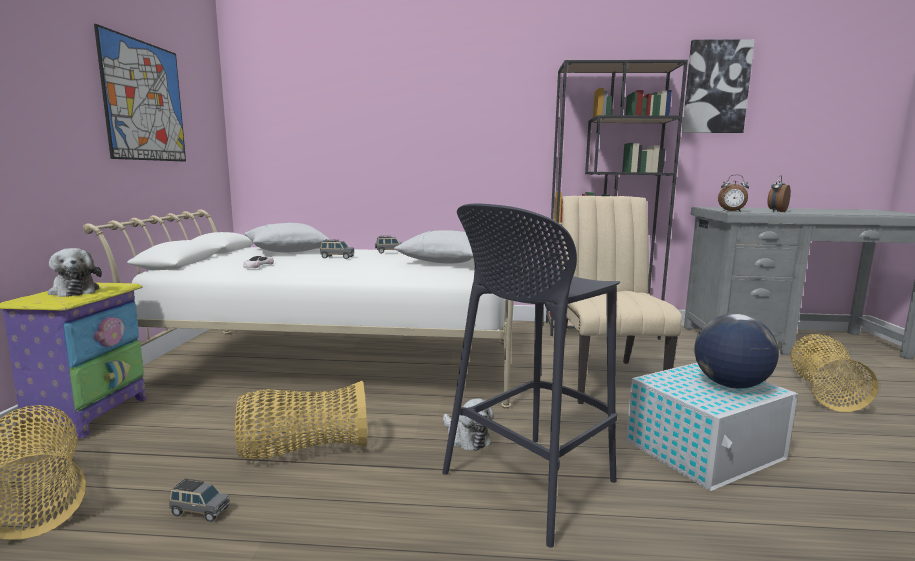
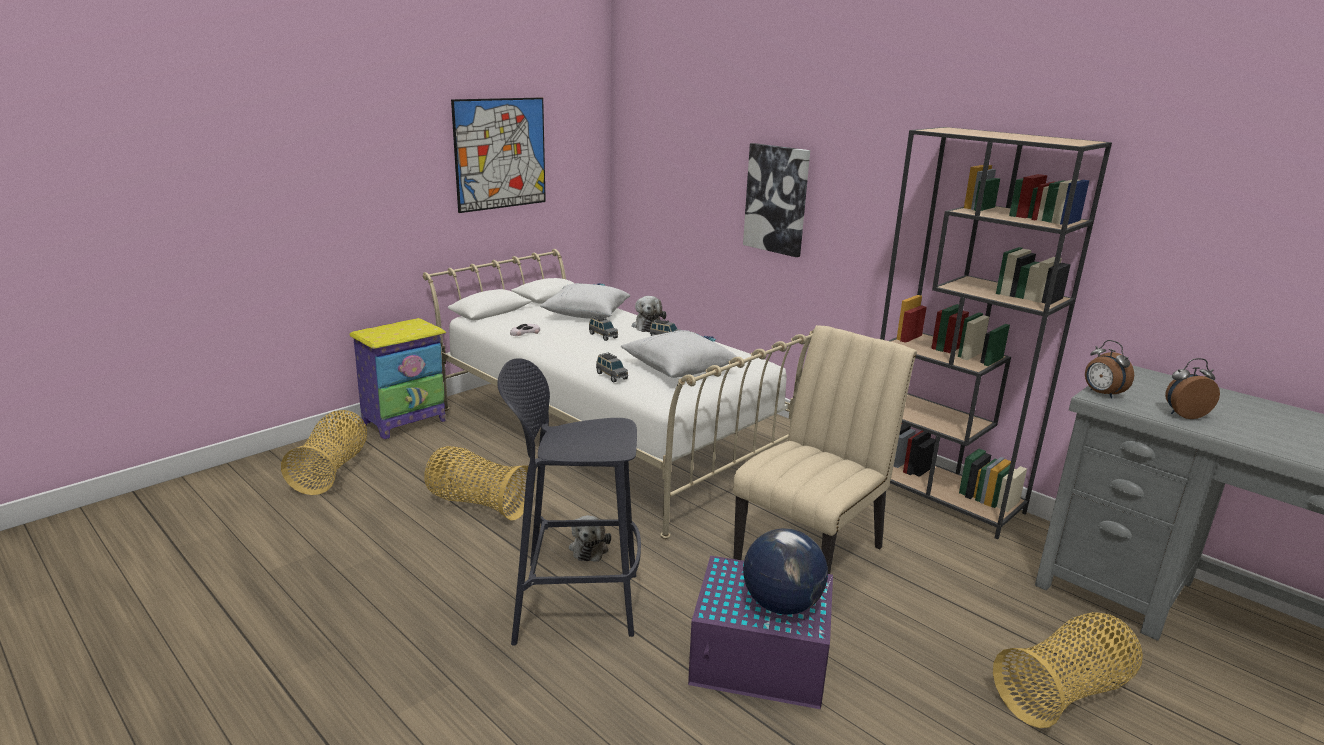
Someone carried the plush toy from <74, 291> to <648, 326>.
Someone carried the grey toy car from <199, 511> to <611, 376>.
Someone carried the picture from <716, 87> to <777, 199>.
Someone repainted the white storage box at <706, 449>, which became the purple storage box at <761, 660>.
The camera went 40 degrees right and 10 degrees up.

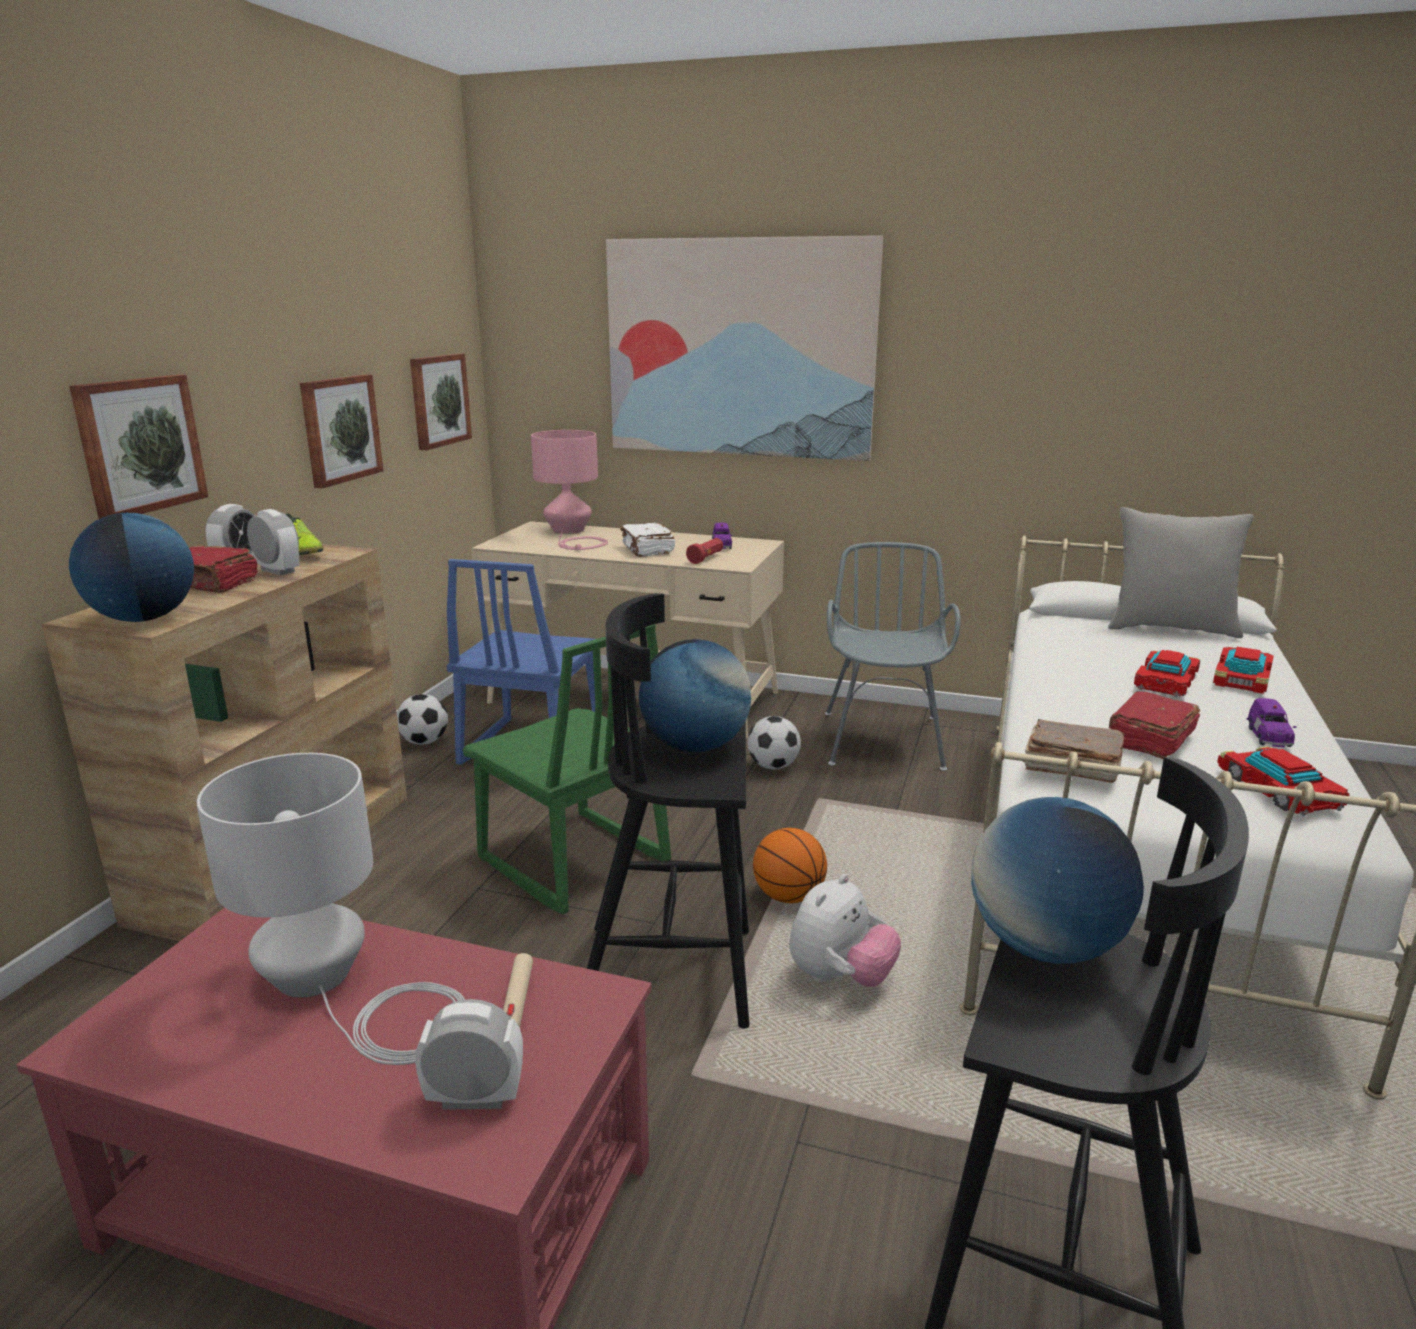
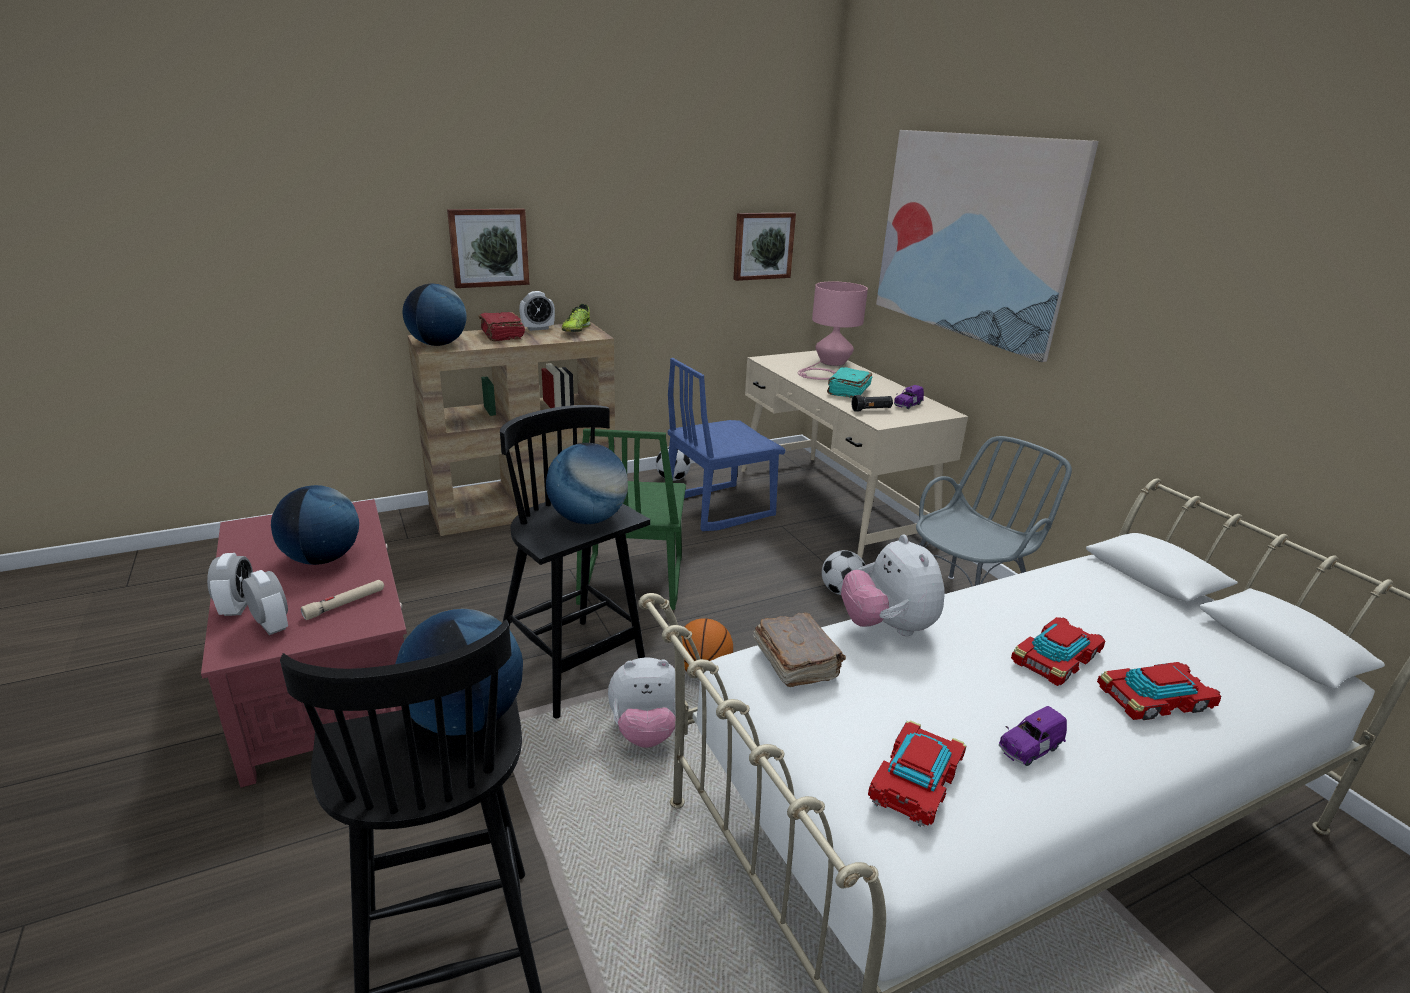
Someone took away the picture at <339, 429>.
Someone took away the grey pillow at <1170, 628>.
Someone took away the red book at <1149, 739>.
Someone put down the plush toy at <887, 627>.
Someone carried the alarm clock from <278, 571> to <238, 606>.
Someone swapped the grey table lamp at <349, 993> for the globe at <322, 559>.
Someone repainted the white book at <647, 550>, which became the turquoise book at <848, 391>.
Someone repainted the red flashlight at <706, 558>, which became the black flashlight at <871, 410>.
Someone rotated the toy car at <1164, 681> by 150 degrees clockwise.
The camera went 45 degrees right and 5 degrees up.

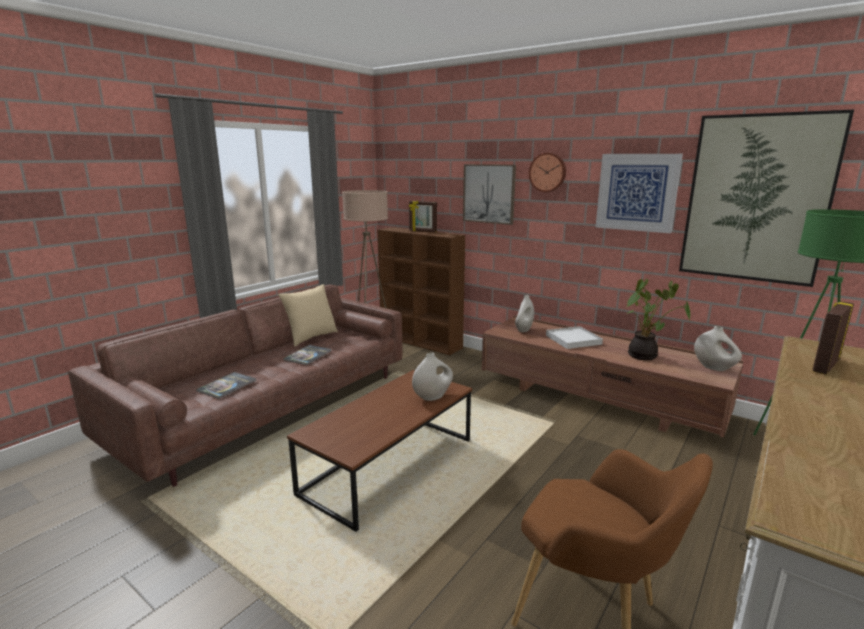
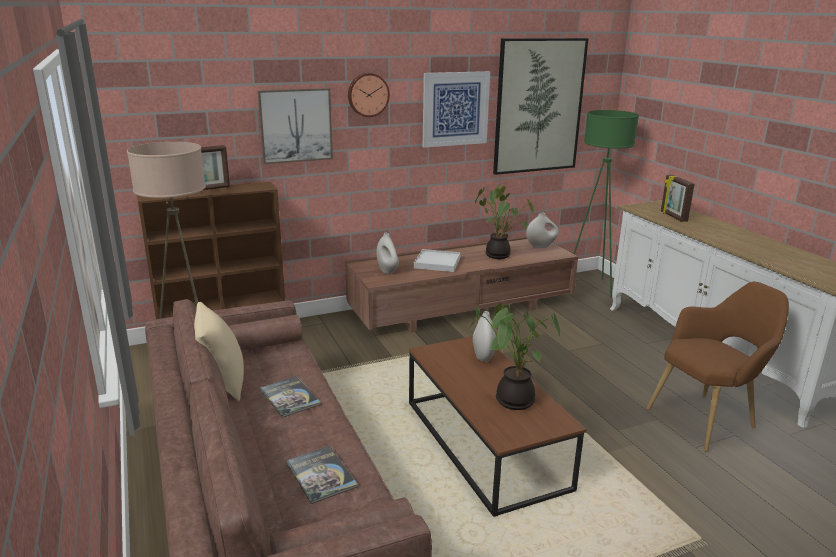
Someone put down the potted plant at <512, 399>.
The camera went 60 degrees left and 5 degrees up.

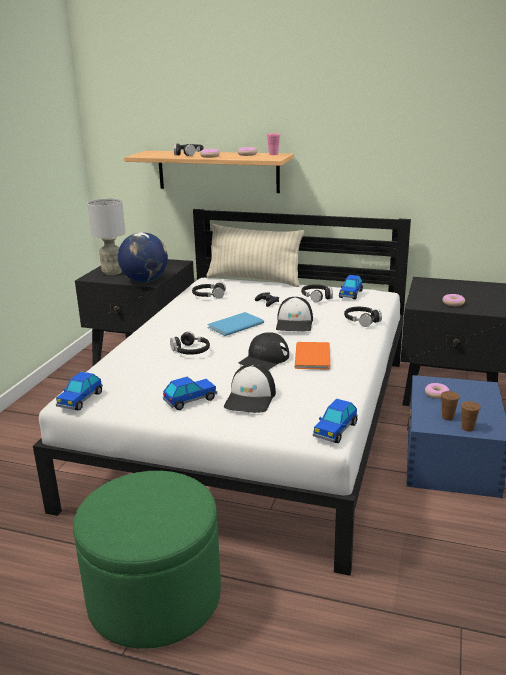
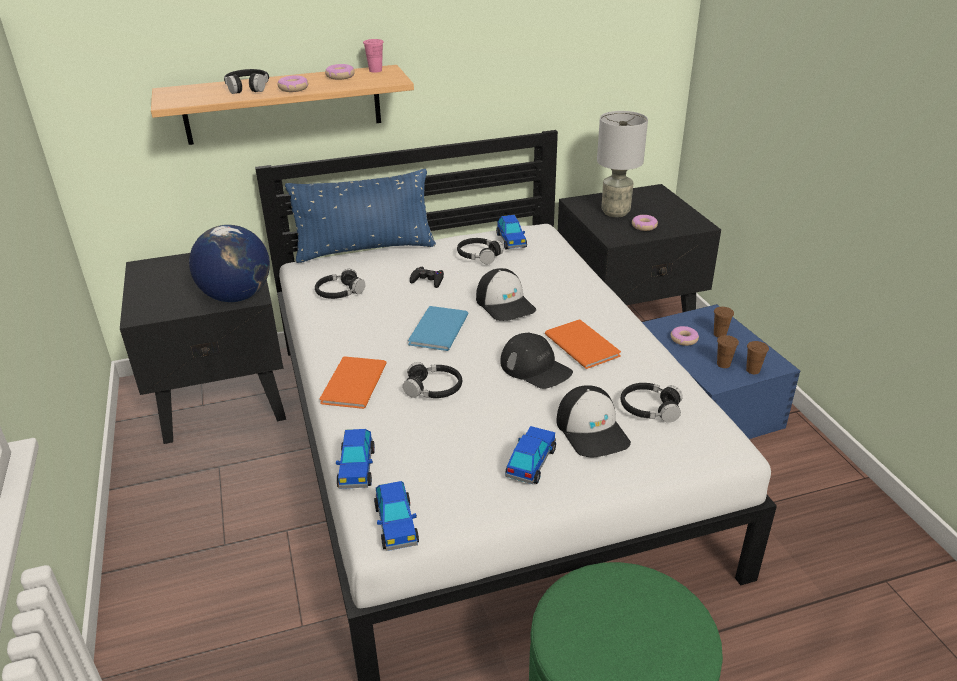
Someone put down the orange book at <351, 384>.
Someone put down the brown cup at <719, 334>.
Someone carried the grey table lamp from <112, 272> to <614, 212>.
Someone carried the toy car from <335, 430> to <356, 468>.
Someone carried the black headphones from <361, 320> to <649, 409>.
Someone repainted the beige pillow at <254, 280>, which became the blue pillow at <365, 250>.
Someone rotated the black cap at <264, 359> by 45 degrees counterclockwise.
The camera went 35 degrees left and 10 degrees up.

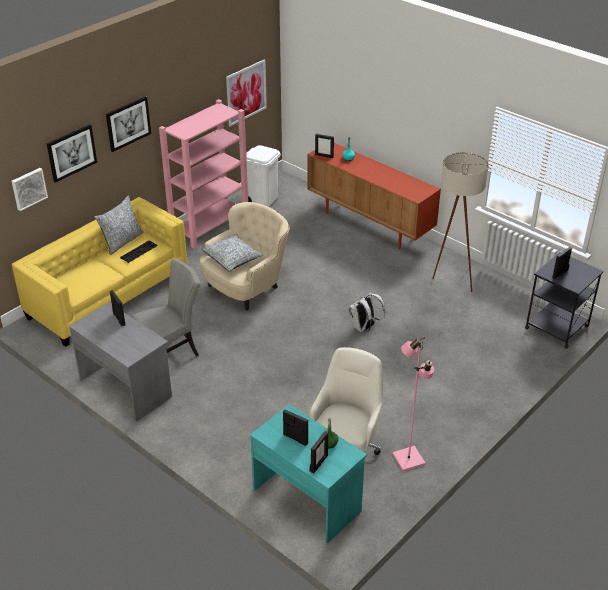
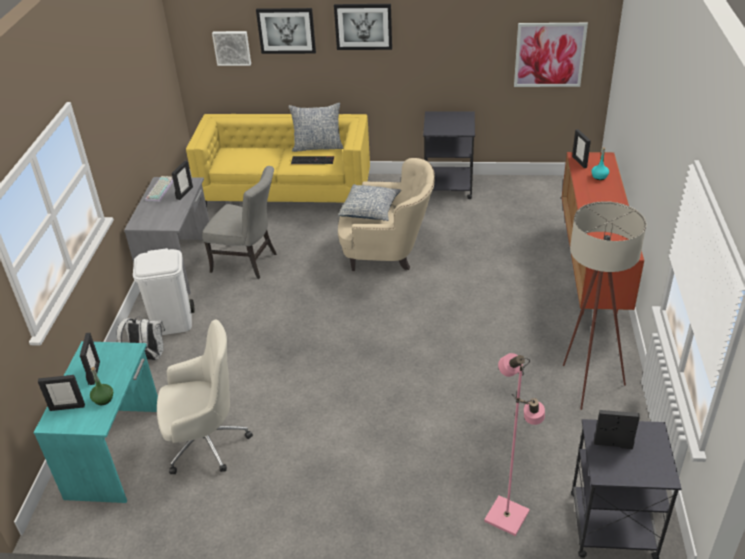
Someone put down the keyboard at <160, 189>.
Someone carried the white trash can from <263, 199> to <173, 323>.
Someone carried the white backpack from <364, 328> to <147, 357>.
Someone carried the pink floor lamp from <408, 459> to <506, 516>.
Someone swapped the pink bookcase at <210, 225> for the black cart at <449, 186>.
The camera went 55 degrees right and 0 degrees up.

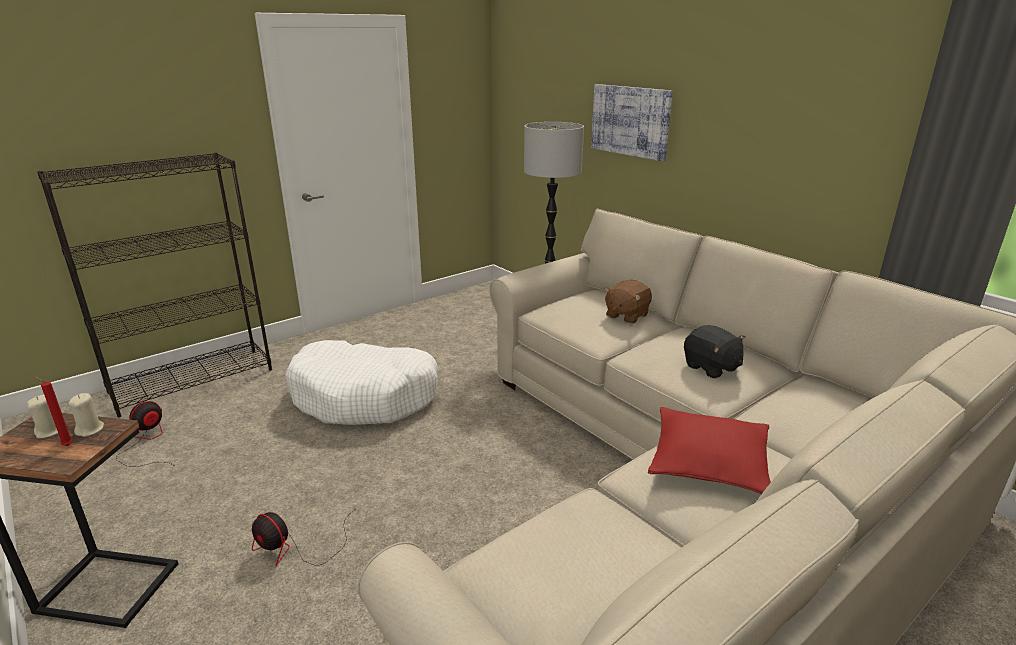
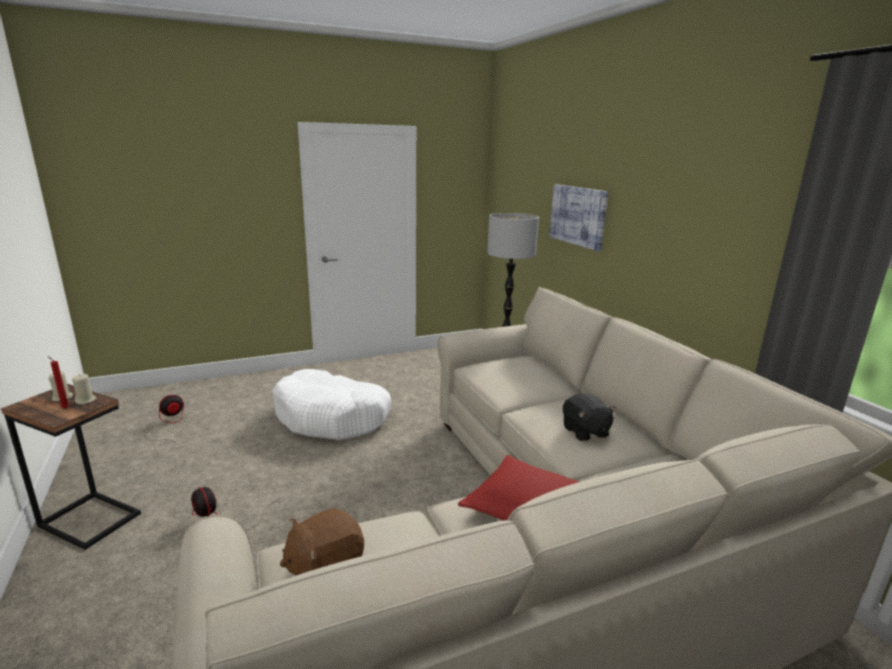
Someone took away the black bookcase at <193, 380>.
Someone carried the brown plush toy from <626, 315> to <325, 566>.
The camera went 15 degrees right and 5 degrees down.

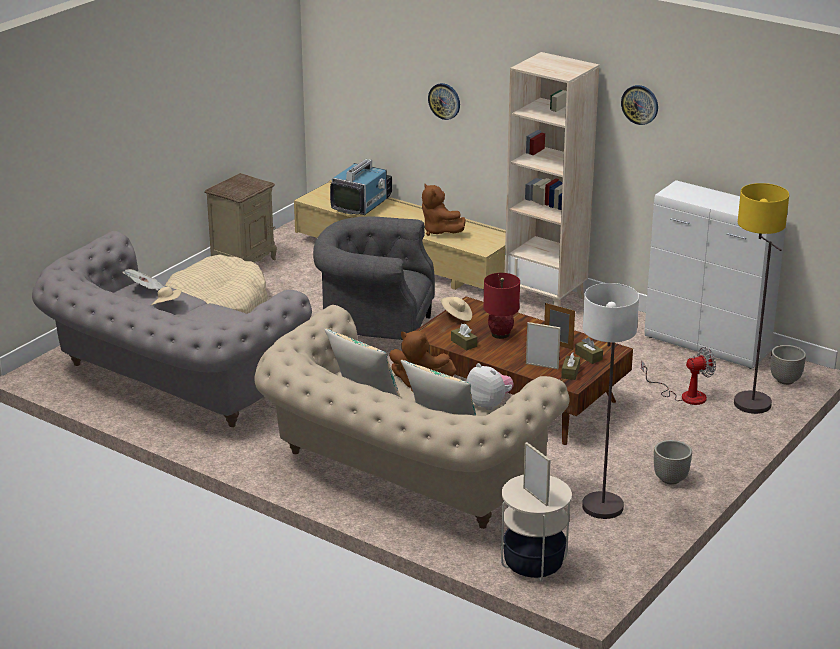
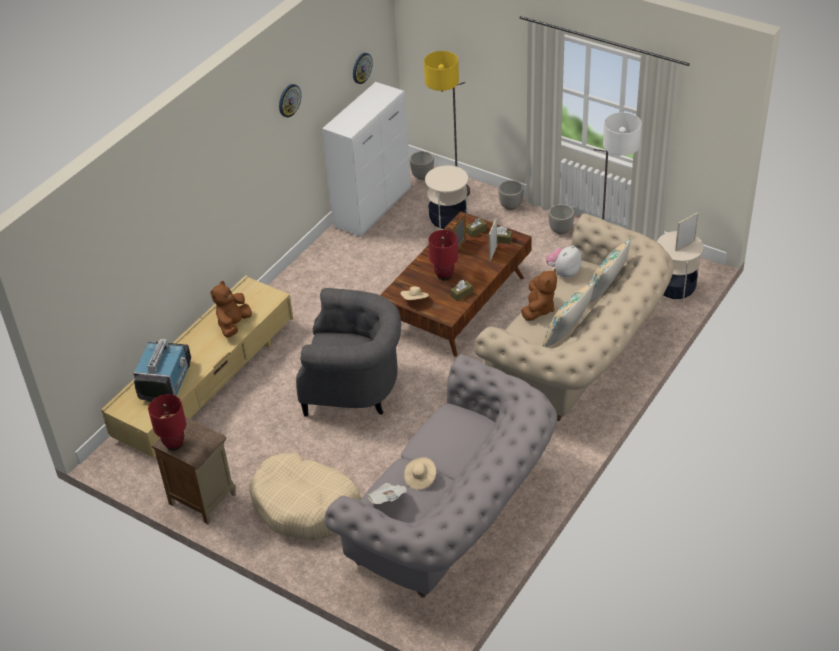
Someone took away the beige bookcase at <546, 299>.
Someone put down the red table lamp at <174, 444>.
Someone put down the planter at <511, 206>.
Someone carried the wall clock from <444, 101> to <361, 68>.
Someone swapped the fan at <685, 395> for the beige side table at <448, 221>.
Someone rotated the grey armchair at <374, 333> by 90 degrees counterclockwise.
Someone rotated the television at <362, 205> by 75 degrees clockwise.
Someone rotated the brown plush toy at <439, 231> by 150 degrees clockwise.
The camera went 90 degrees left and 15 degrees up.

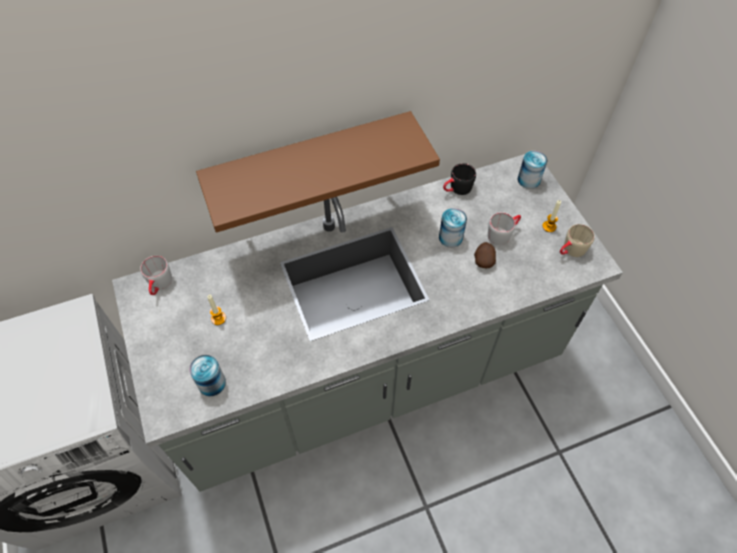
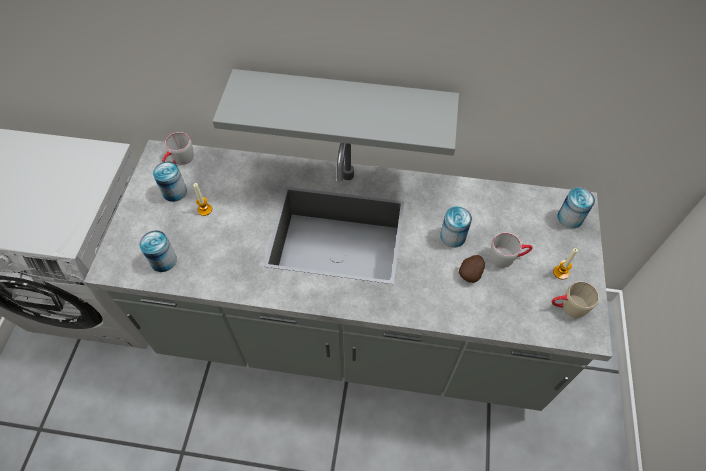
Someone took away the black mug at <456, 189>.
Someone put down the can at <174, 191>.
Someone repainted the brown shelf at <309, 164>, which became the grey shelf at <344, 106>.
The camera went 30 degrees right and 0 degrees up.

